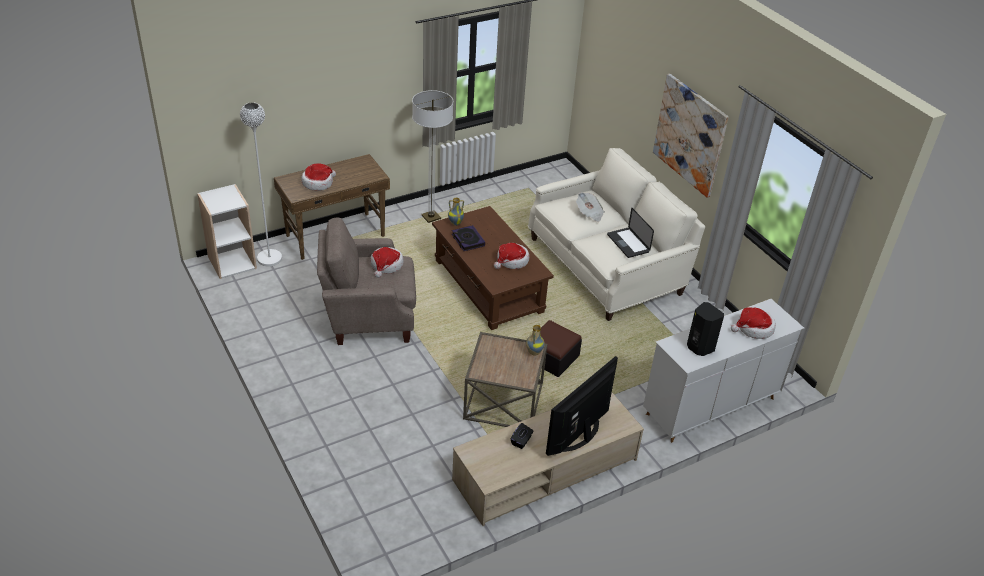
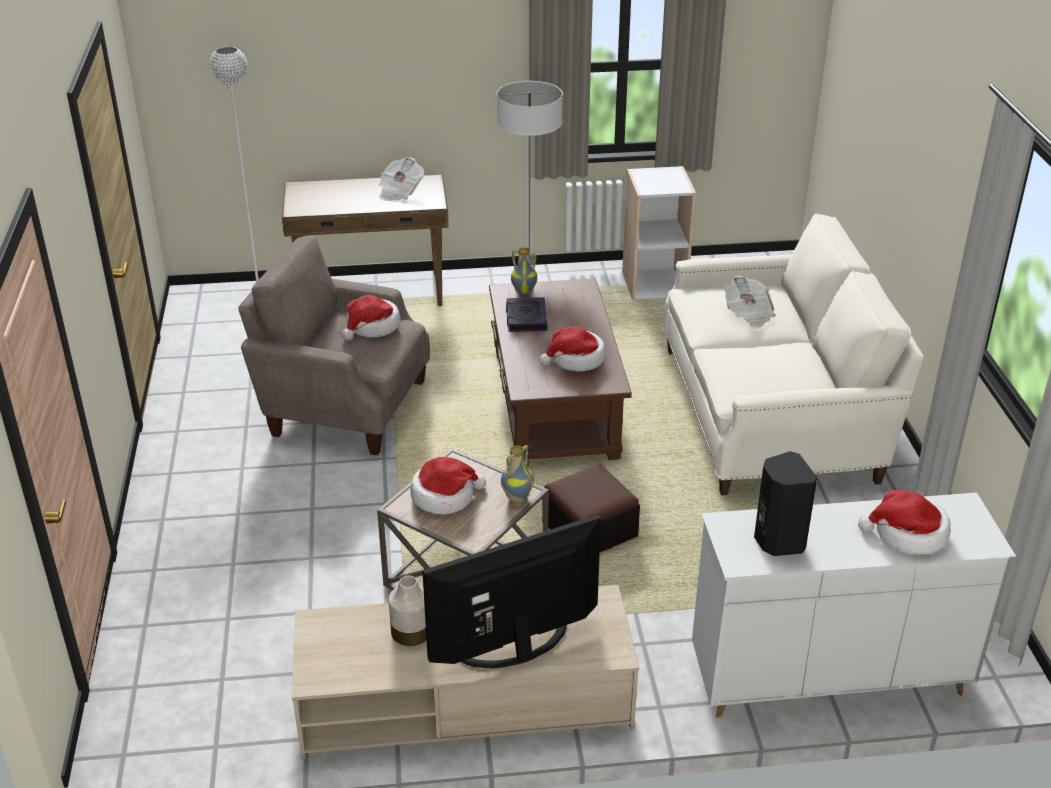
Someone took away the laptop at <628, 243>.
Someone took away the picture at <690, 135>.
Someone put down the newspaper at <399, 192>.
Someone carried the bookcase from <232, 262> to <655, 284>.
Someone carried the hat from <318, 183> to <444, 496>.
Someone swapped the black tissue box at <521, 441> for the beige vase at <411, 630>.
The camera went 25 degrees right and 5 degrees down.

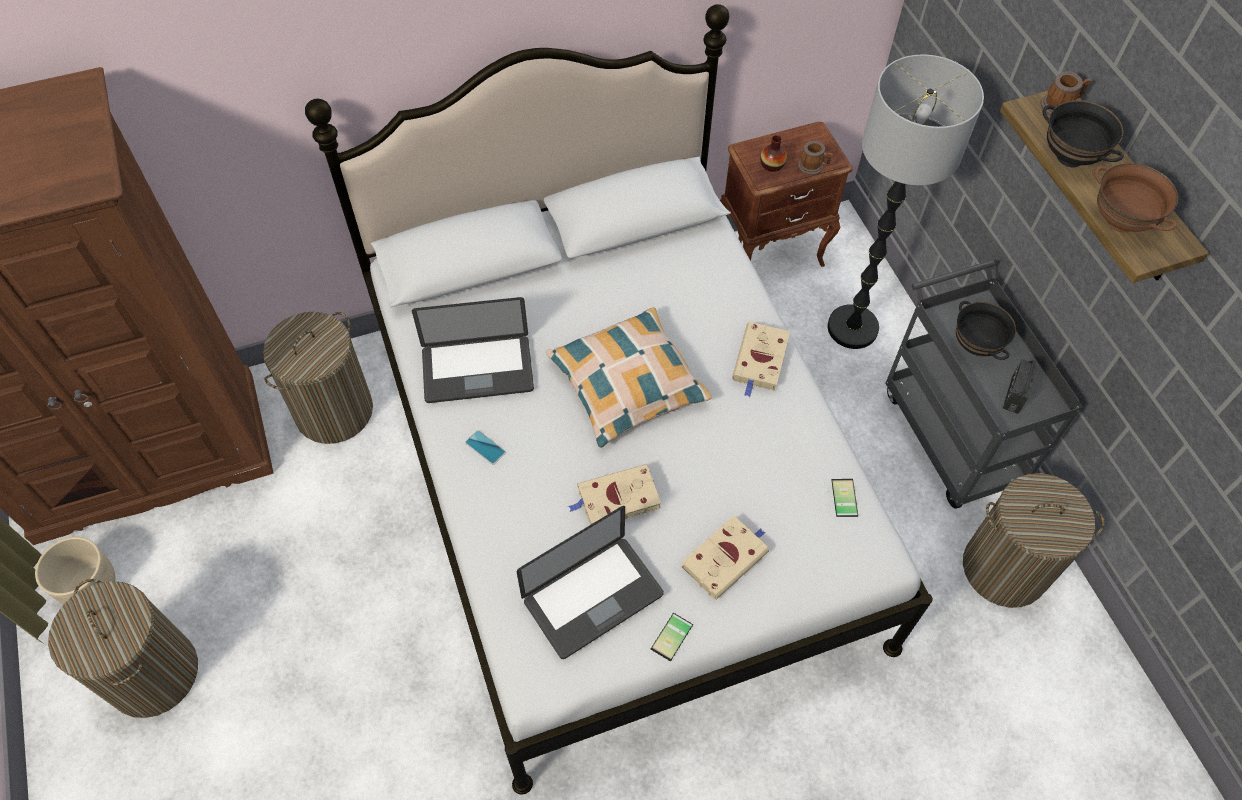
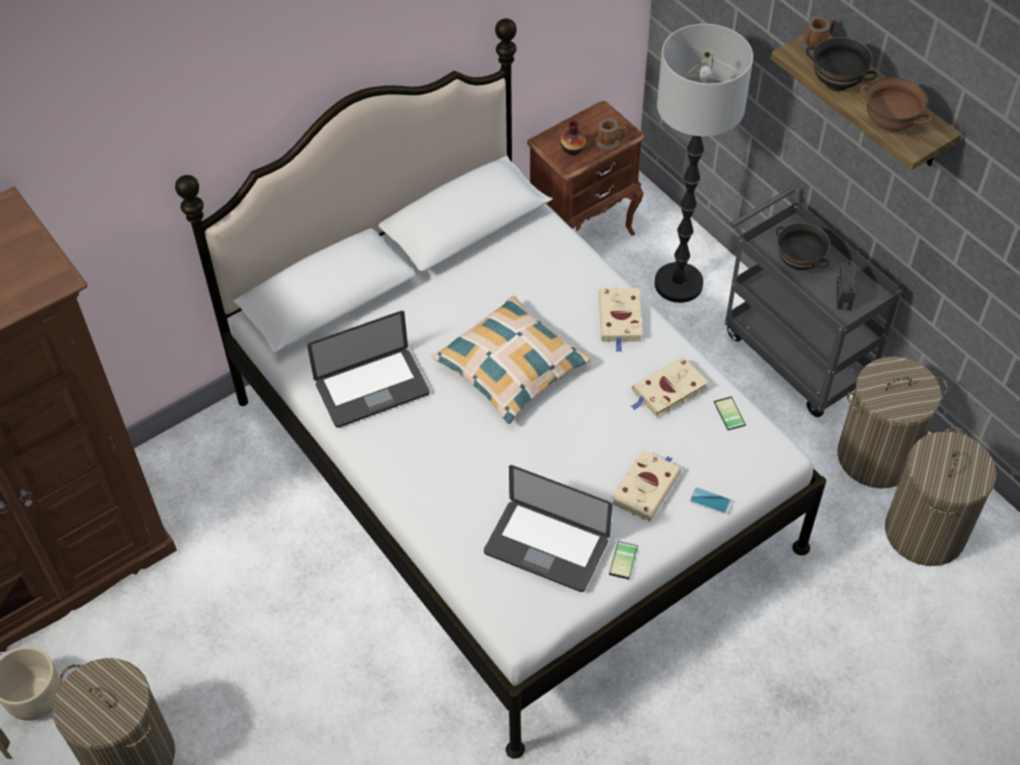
Someone carried the laundry basket from <334, 410> to <925, 531>.
Someone carried the phone from <485, 447> to <710, 501>.
Someone carried the beige book from <616, 499> to <668, 391>.
Someone rotated the laptop at <593, 597> by 75 degrees clockwise.
The camera went 15 degrees left and 5 degrees down.

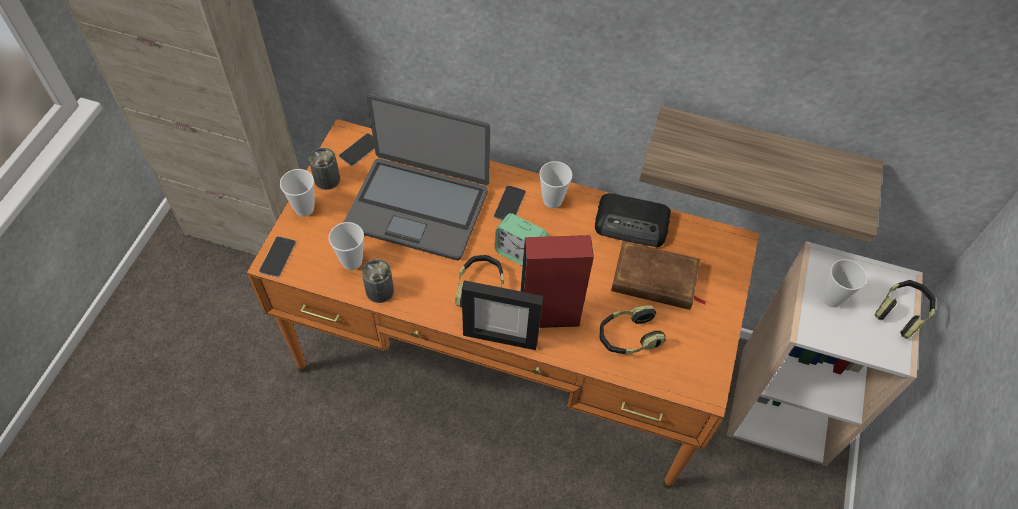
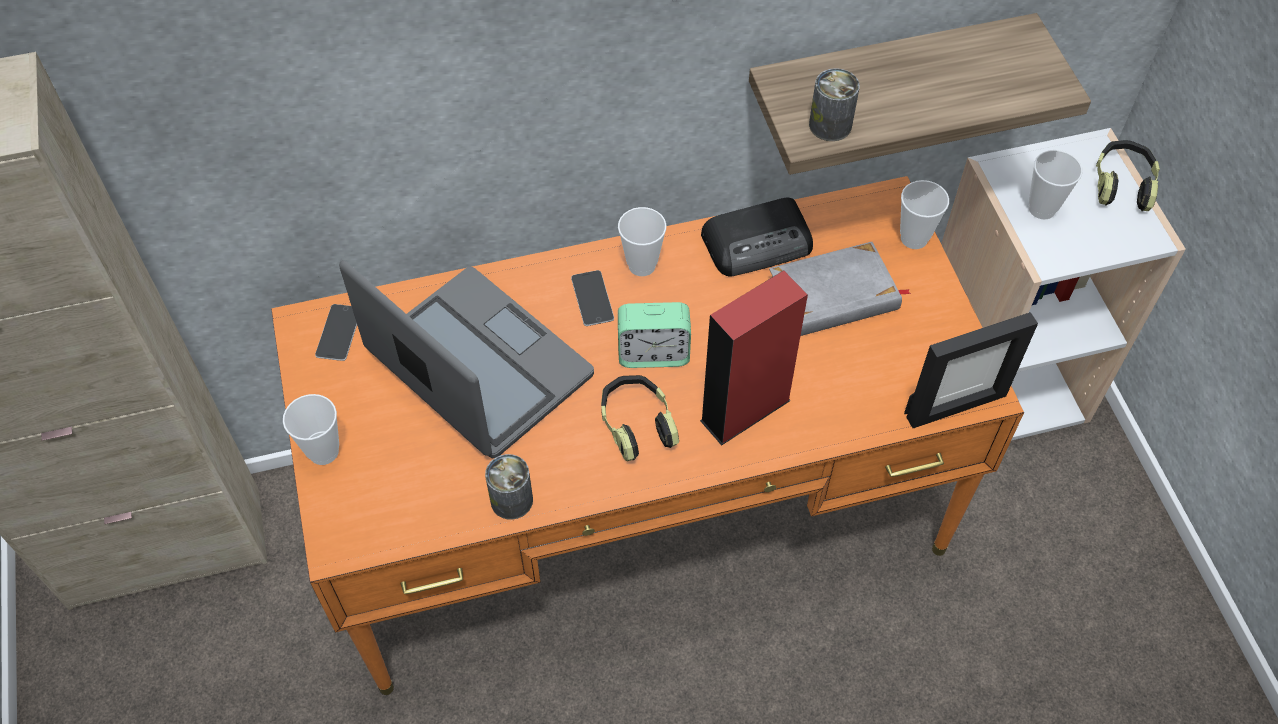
Someone took away the phone at <278, 256>.
Someone took away the headphones at <628, 337>.
Someone carried the can from <327, 179> to <830, 125>.
Someone carried the cup from <352, 261> to <914, 238>.
Someone carried the picture frame from <500, 337> to <955, 404>.
Someone repainted the brown book at <654, 280>, which became the grey book at <834, 296>.
Someone rotated the laptop at <418, 207> by 120 degrees counterclockwise.
The camera went 30 degrees left and 0 degrees up.

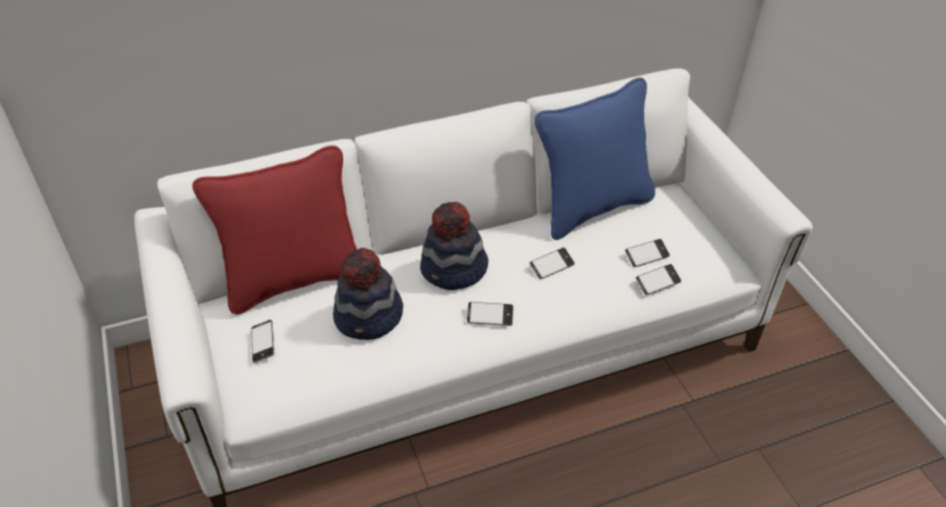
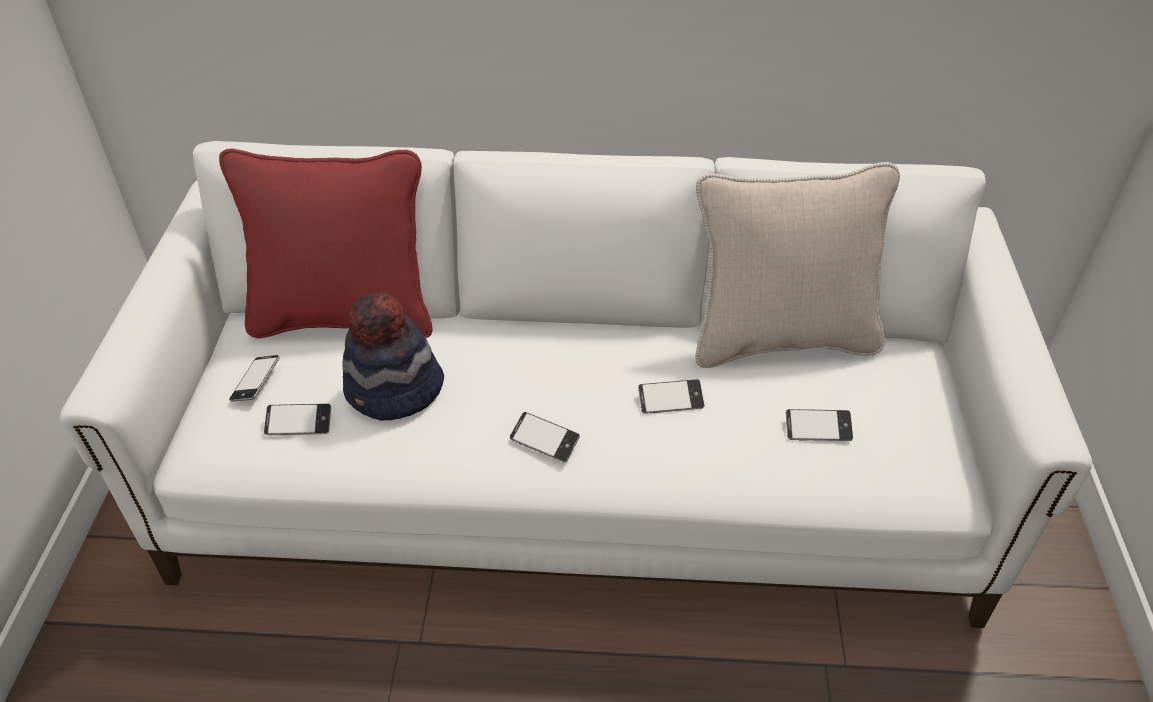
Someone took away the hat at <454, 270>.
Someone carried the phone from <657, 282> to <299, 423>.
Someone repainted the blue pillow at <591, 207>, which became the beige pillow at <780, 339>.
The camera went 25 degrees right and 0 degrees up.

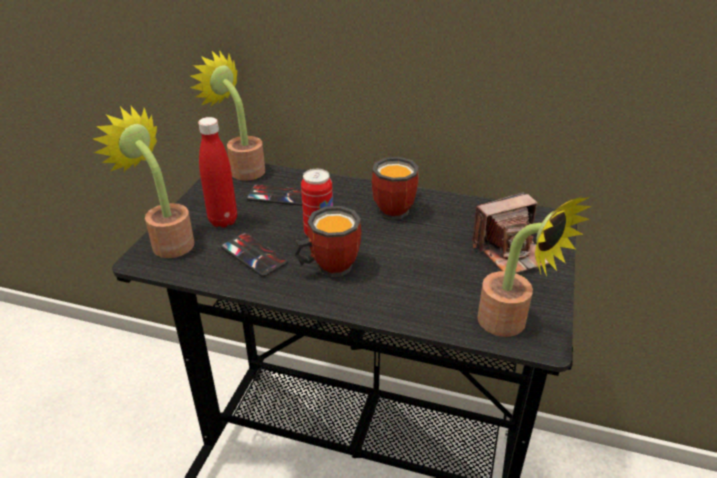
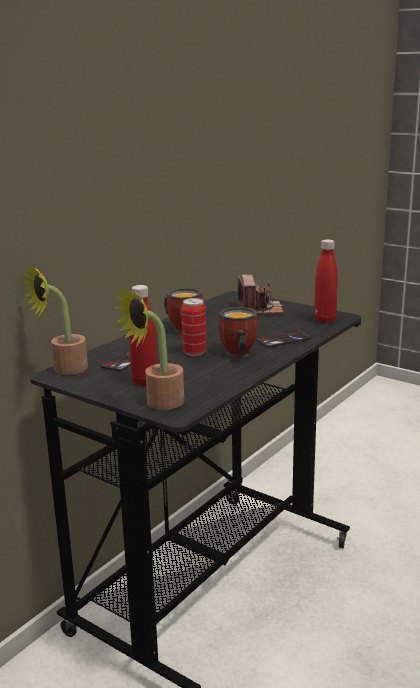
Someone carried the phone from <254, 255> to <283, 339>.
Someone swapped the potted plant at <510, 325> for the red bottle at <325, 320>.
The camera went 70 degrees left and 15 degrees down.

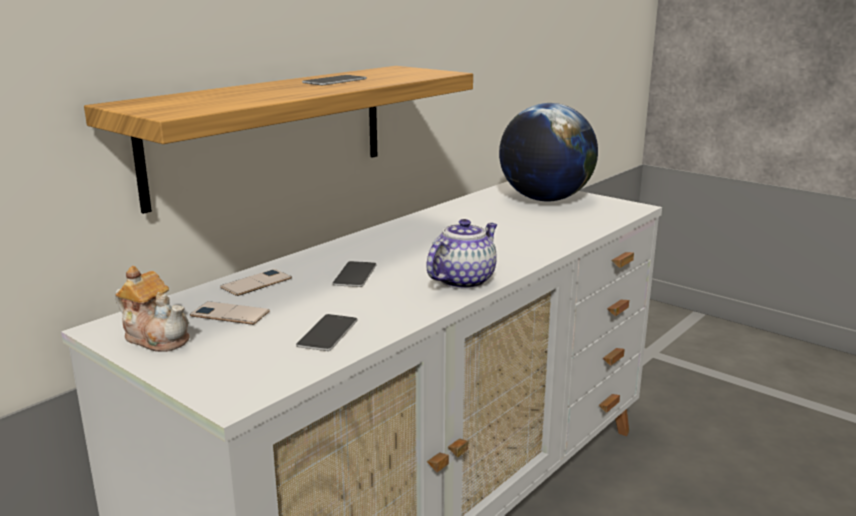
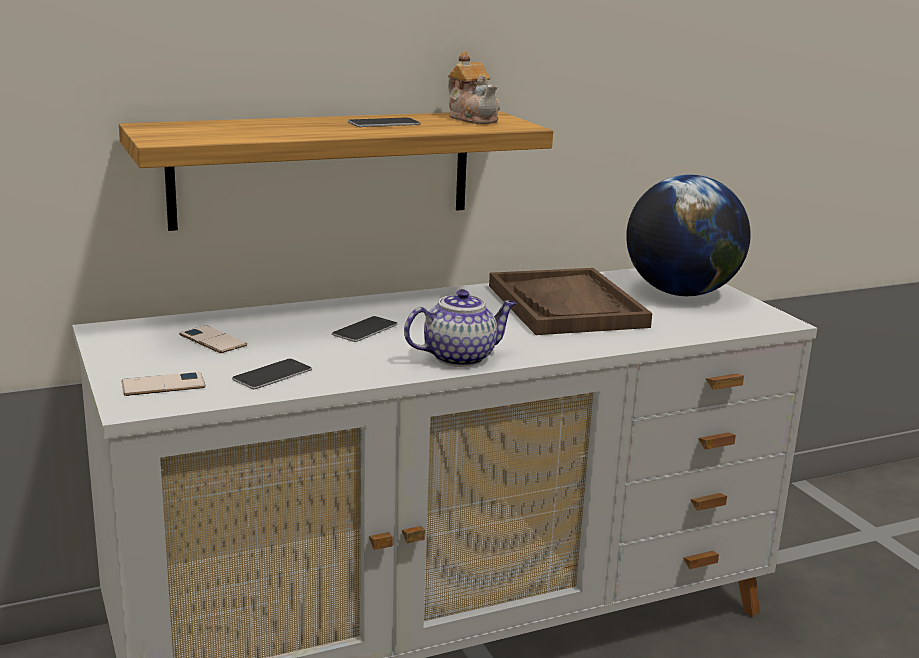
Someone put down the brown tray at <566, 306>.
Someone carried the teapot from <156, 337> to <473, 118>.
Someone carried the phone from <256, 283> to <163, 385>.
The camera went 25 degrees right and 0 degrees up.

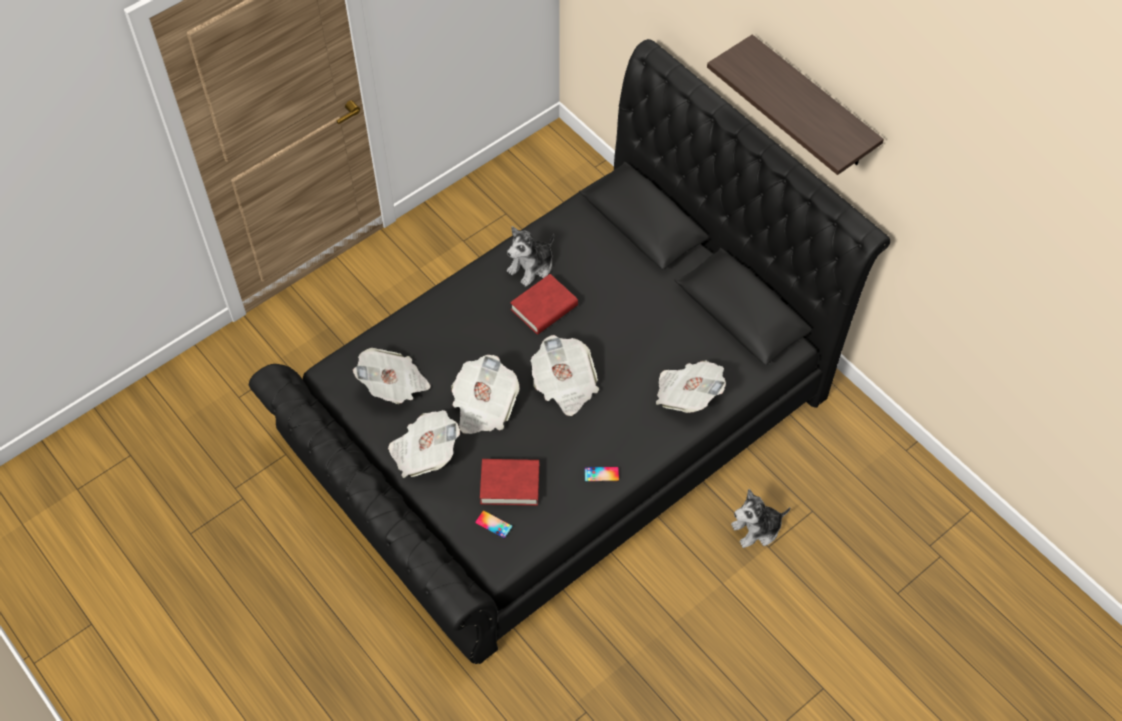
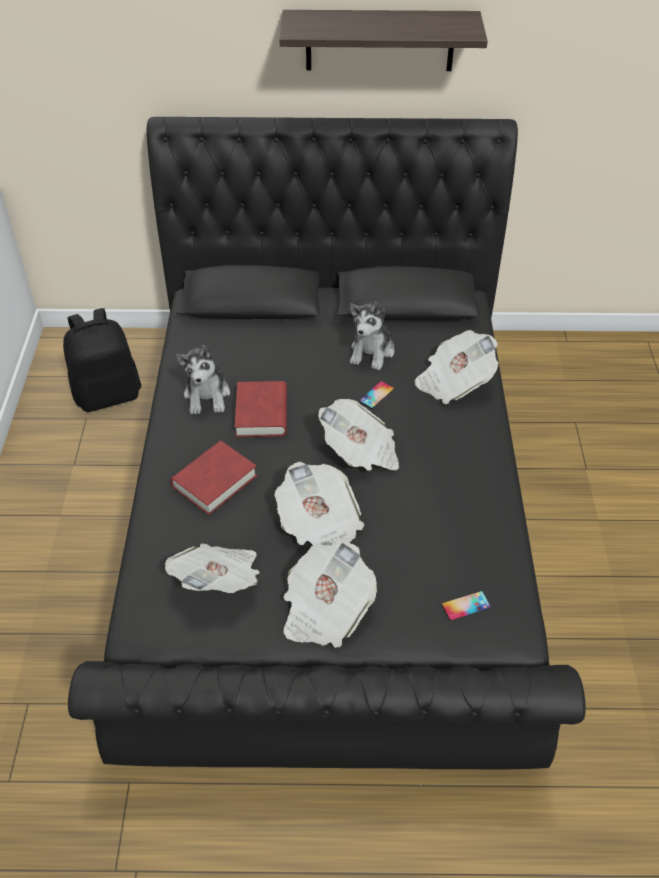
Someone put down the black backpack at <108, 394>.
Someone carried the red book from <510, 484> to <214, 481>.
Someone carried the phone from <601, 474> to <376, 395>.
Someone carried the plush toy from <757, 529> to <372, 351>.
The camera went 50 degrees left and 10 degrees down.

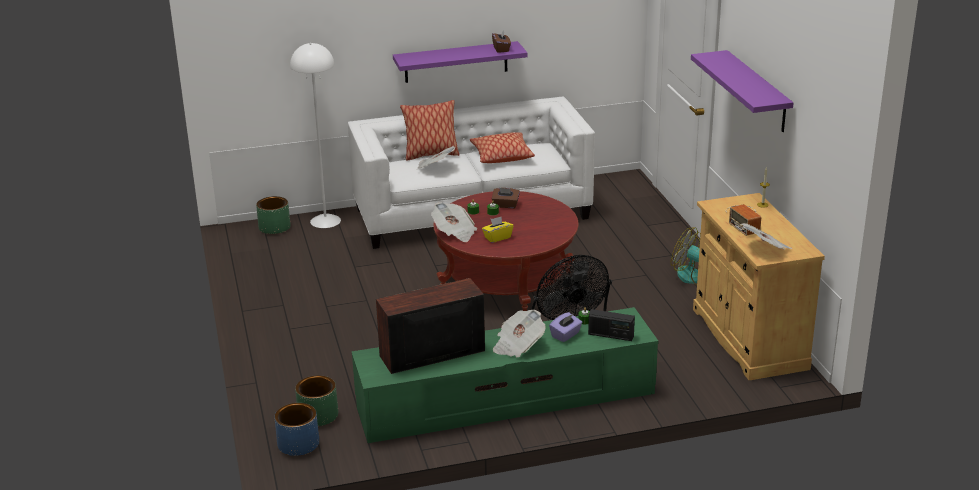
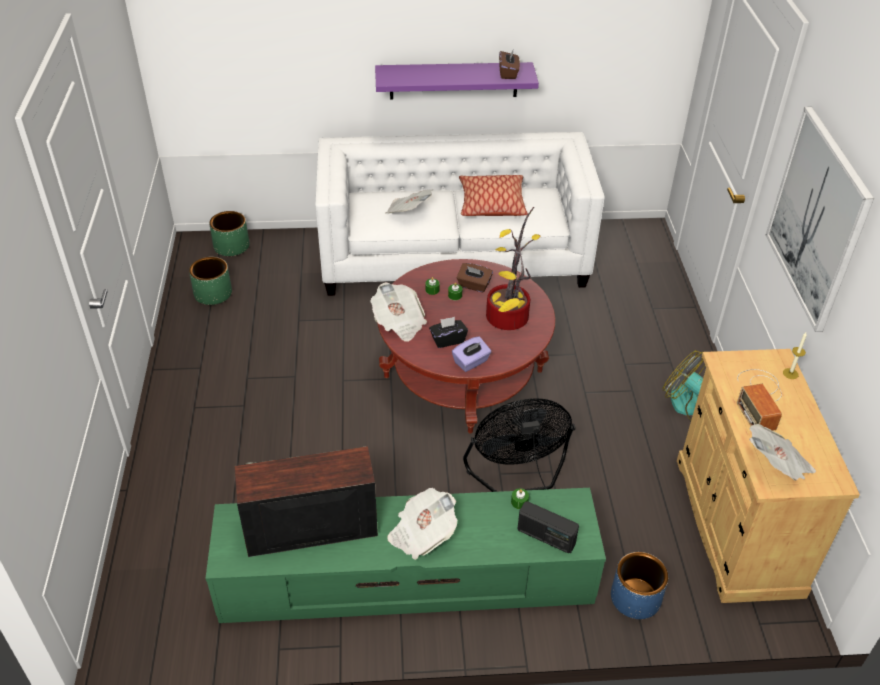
Someone took away the white floor lamp at <325, 221>.
Someone took away the pillow at <431, 155>.
Someone put down the potted plant at <510, 320>.
Someone carried the blue planter from <298, 445> to <635, 598>.
Someone carried the green planter from <317, 416> to <212, 294>.
Someone carried the purple tissue box from <566, 335> to <471, 362>.
Someone swapped the purple shelf at <757, 91> for the picture at <817, 218>.
Someone repainted the yellow tissue box at <497, 237>, which became the black tissue box at <448, 340>.
The camera went 10 degrees right and 15 degrees up.

